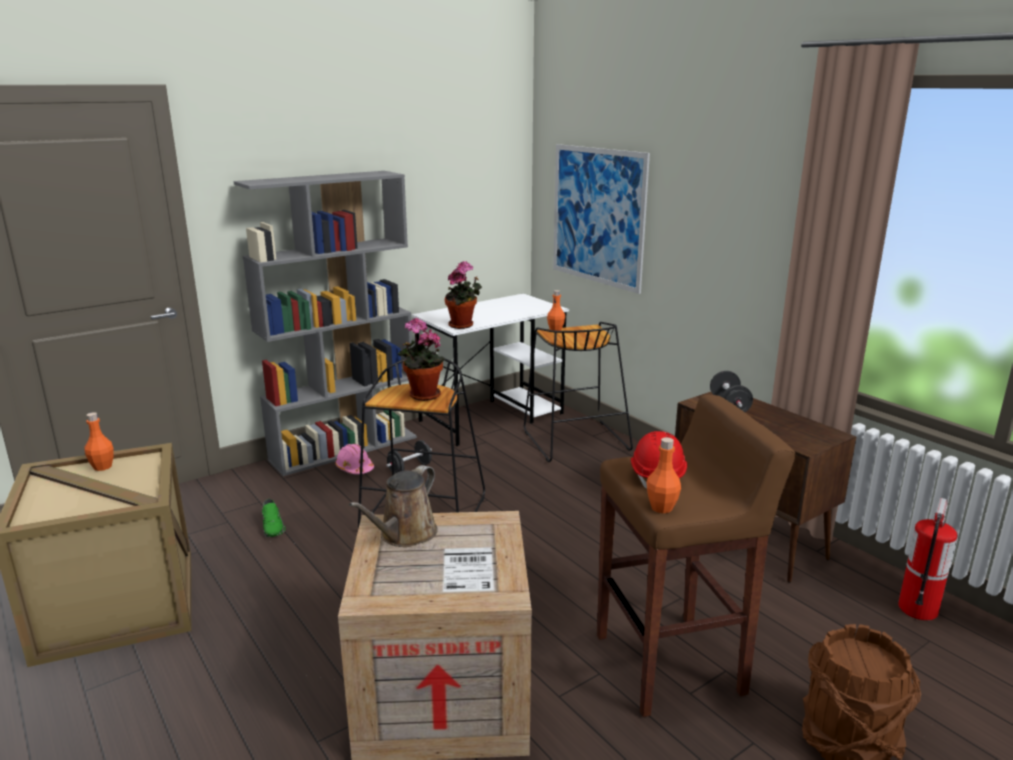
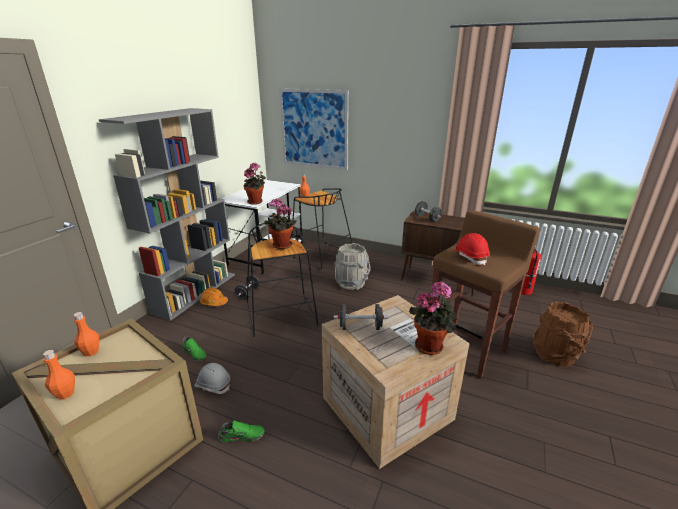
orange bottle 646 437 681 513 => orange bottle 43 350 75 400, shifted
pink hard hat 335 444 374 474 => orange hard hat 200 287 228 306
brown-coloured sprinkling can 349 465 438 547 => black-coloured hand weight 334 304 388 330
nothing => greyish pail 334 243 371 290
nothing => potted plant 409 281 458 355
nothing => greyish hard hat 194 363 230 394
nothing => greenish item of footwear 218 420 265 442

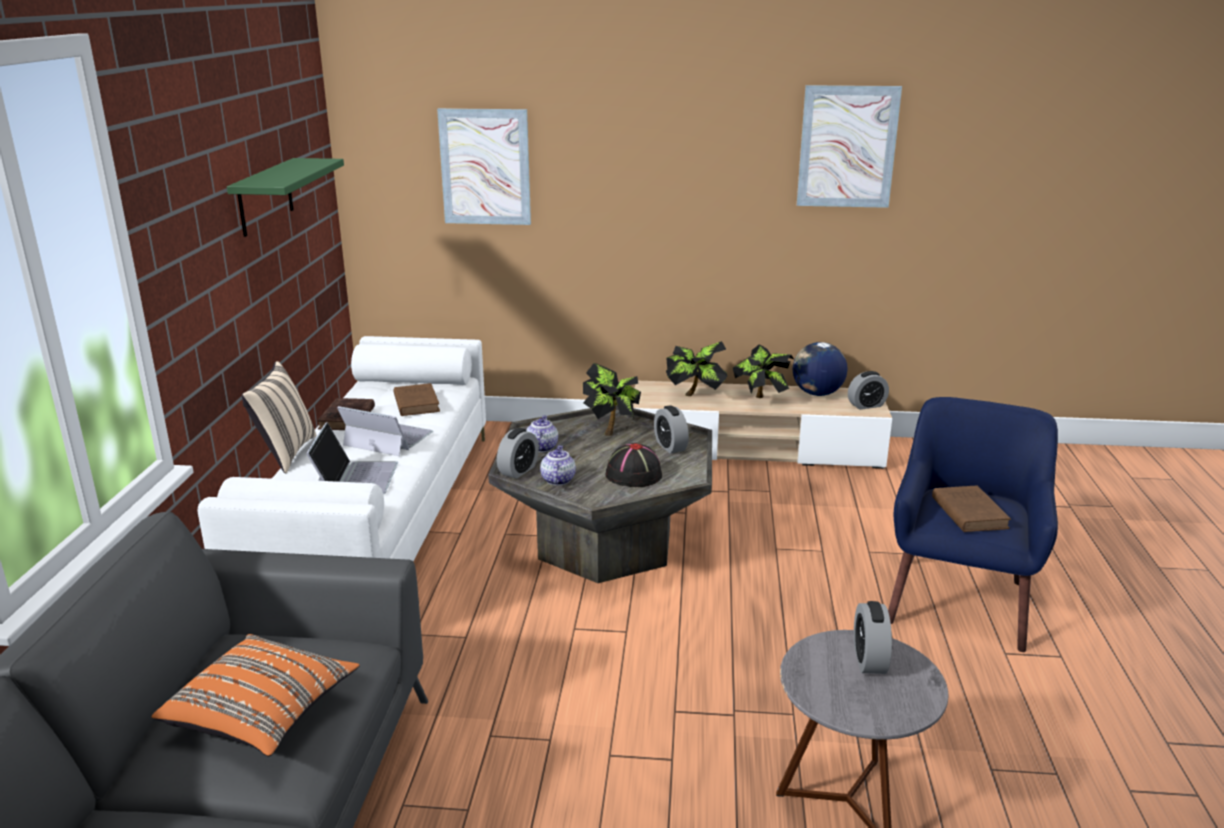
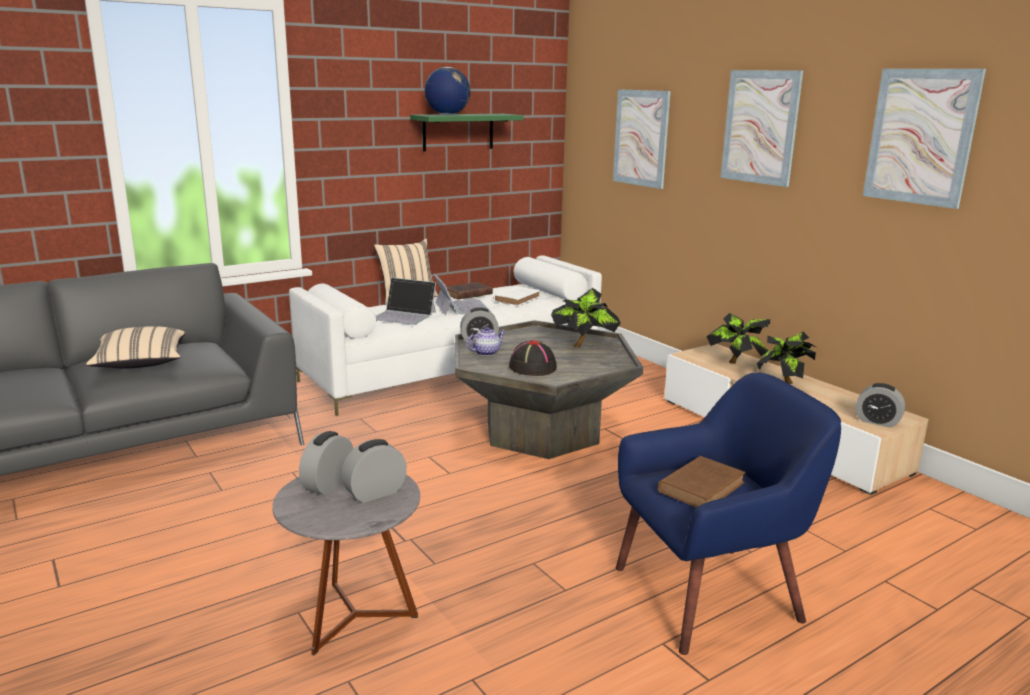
world globe 793 342 847 396 => world globe 424 67 470 115, shifted
brown-coloured book 394 383 440 416 => white book 494 286 540 306
bedside clock 654 405 689 454 => bedside clock 299 431 354 495, shifted
pot for tea 526 415 558 452 => nothing
portable computer 306 422 398 494 => portable computer 375 278 436 325, 60 degrees clockwise
orange cushion 152 634 360 757 => beige-coloured cushion 86 326 185 369
nothing => wall art 721 70 803 187

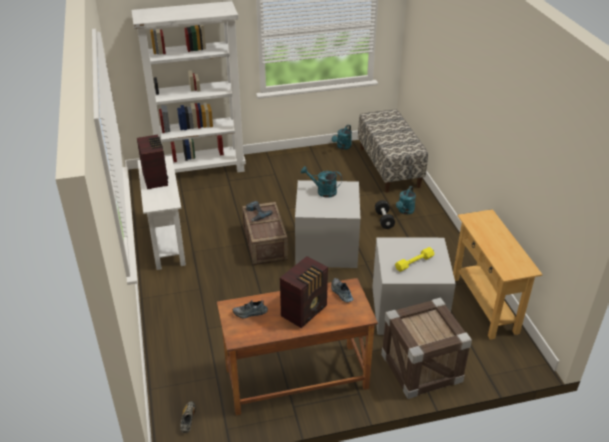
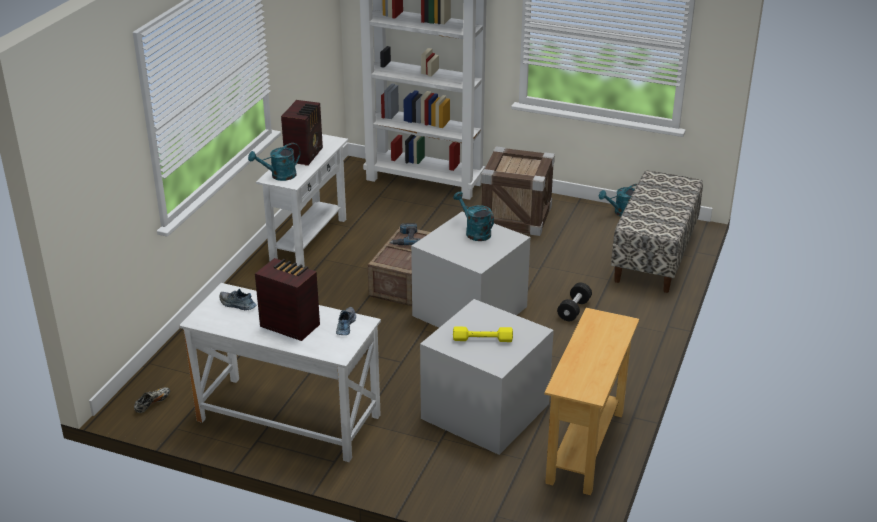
turquoise-coloured sprinkling can 396 186 416 214 => turquoise-coloured sprinkling can 248 143 301 181, shifted
radio receiver 280 256 328 328 => radio receiver 255 258 320 341, 135 degrees counterclockwise
brown-coloured desk 217 278 378 415 => white desk 179 283 381 462
shipping crate 381 297 472 399 => shipping crate 481 146 555 236, shifted

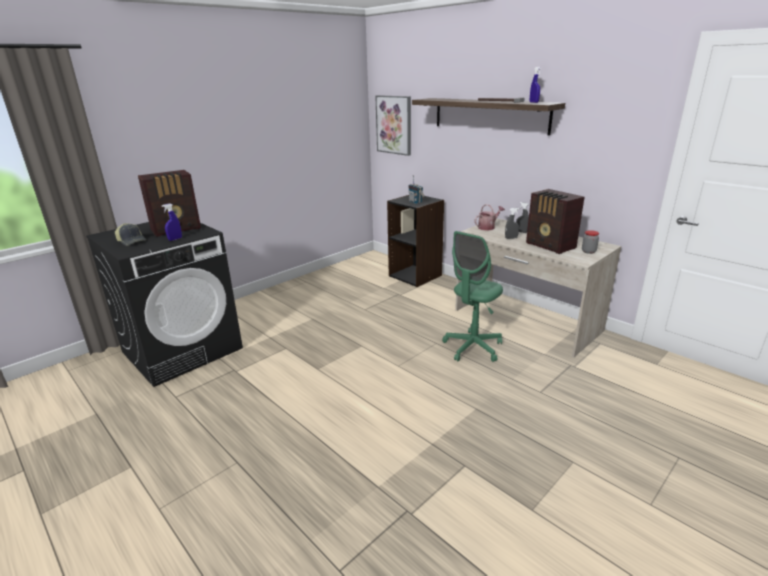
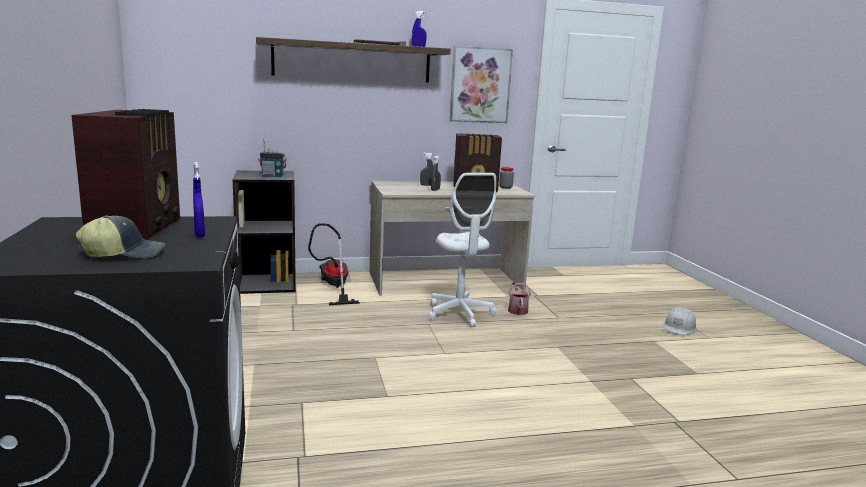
wall art 375 95 411 156 => wall art 450 46 513 123, shifted
sprinkling can 475 204 505 231 => sprinkling can 508 282 531 315, shifted
greenish desk chair 442 231 503 362 => white desk chair 428 173 497 327
nothing => hoover 308 223 360 305
nothing => white hard hat 664 306 697 335

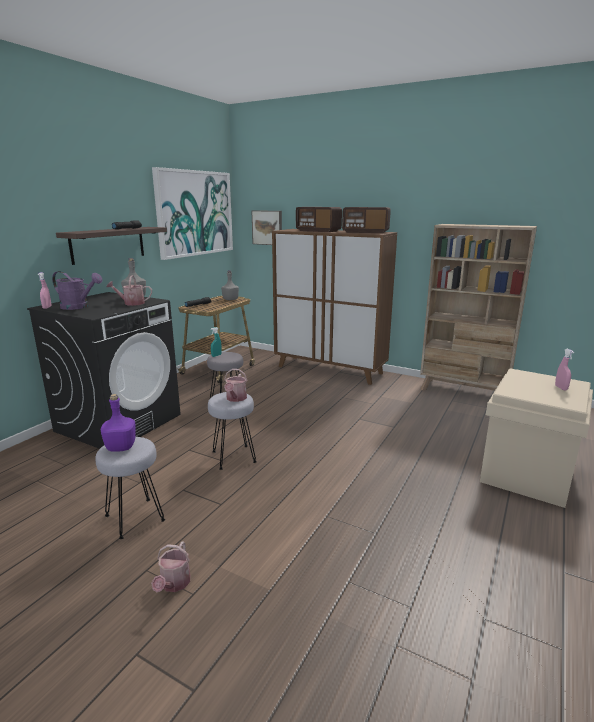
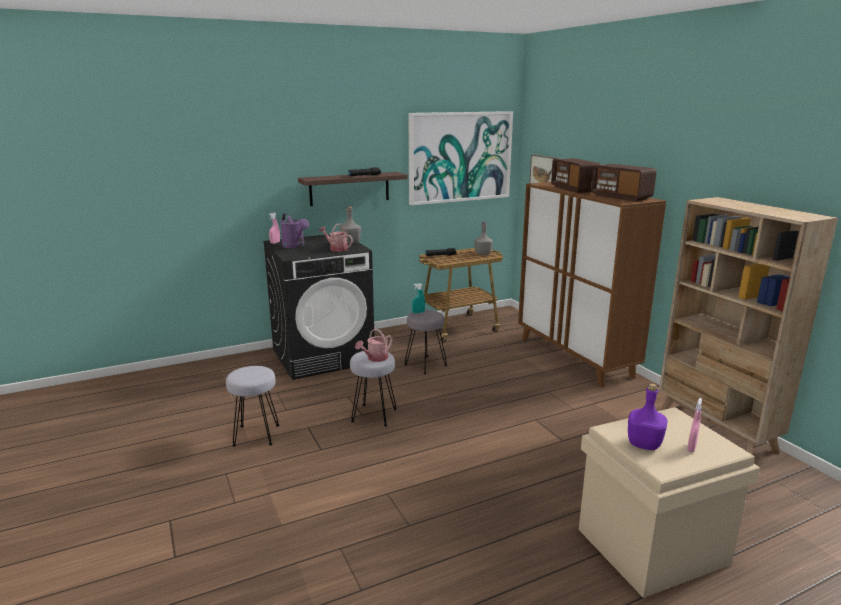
purple-coloured bottle 101 394 136 452 => purple-coloured bottle 628 383 668 450, shifted
sprinkling can 151 541 190 592 => nothing

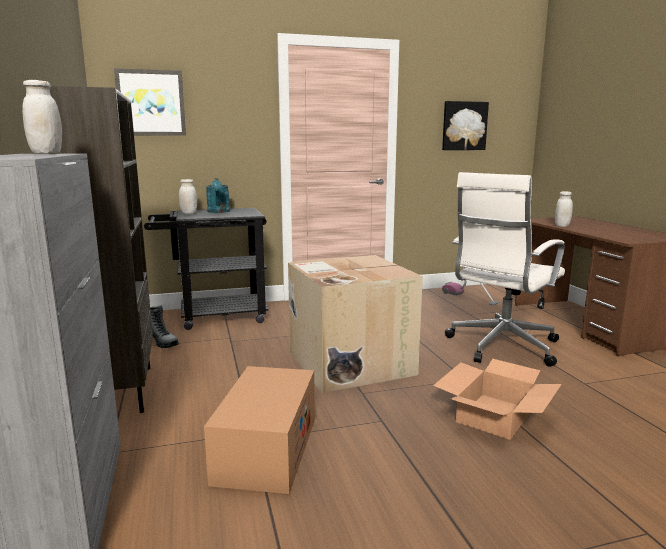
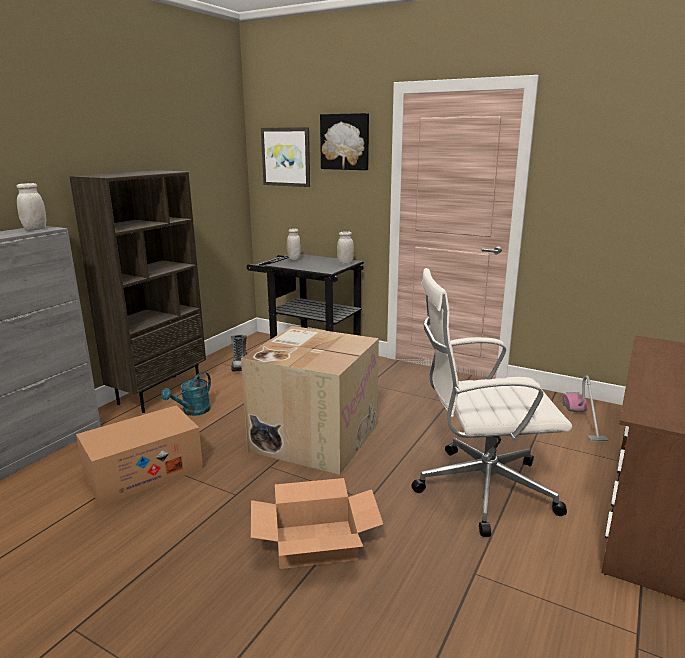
wall art 442 101 489 150 => wall art 320 113 369 170, shifted
turquoise-coloured sprinkling can 206 178 230 213 => turquoise-coloured sprinkling can 161 372 211 416, shifted
white preserve jar 555 191 573 227 => white preserve jar 337 231 354 264, shifted

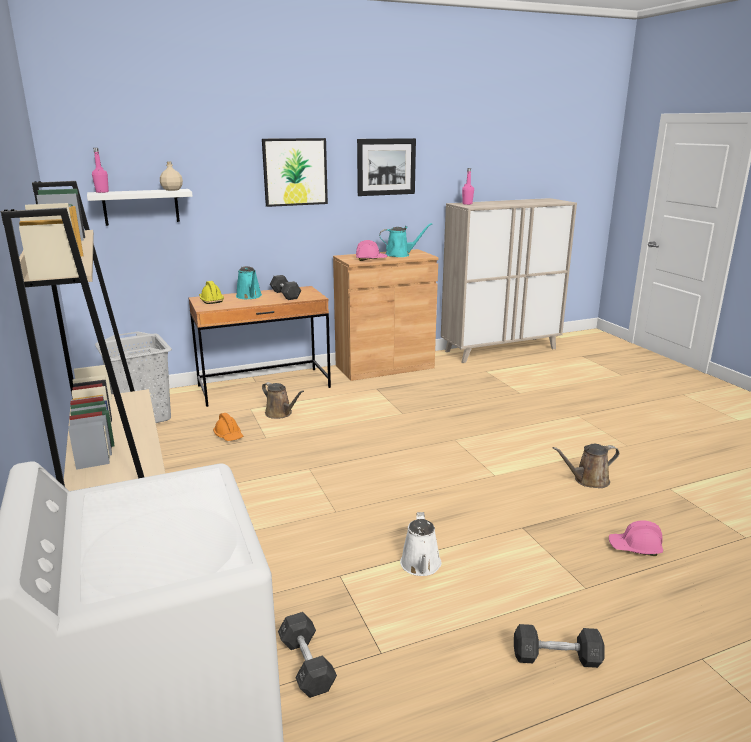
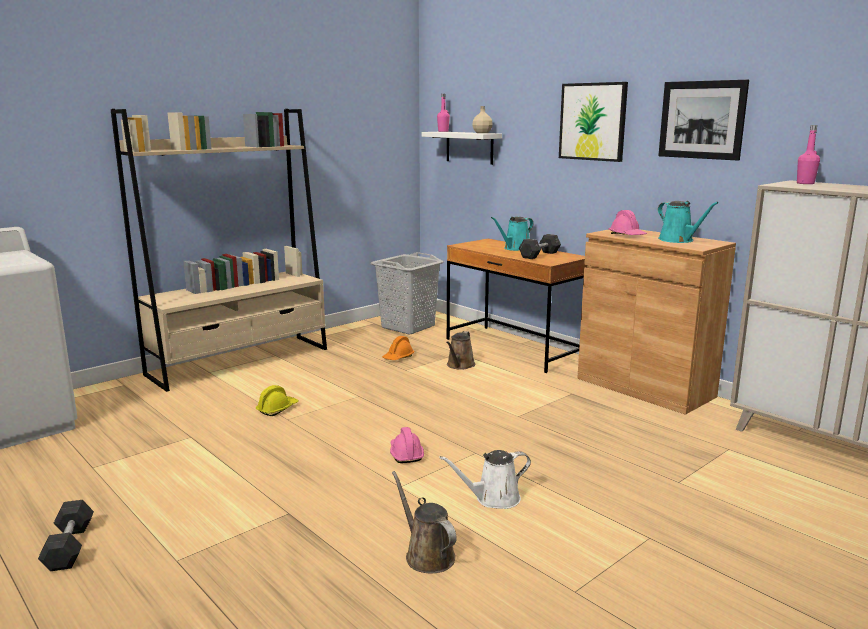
yellow hard hat 199 281 224 304 => yellow hard hat 256 385 299 416, shifted
white sprinkling can 400 512 442 576 => white sprinkling can 439 450 531 509, shifted
pink hard hat 609 521 663 556 => pink hard hat 390 427 424 463, shifted
greyish hand weight 278 612 337 698 => nothing

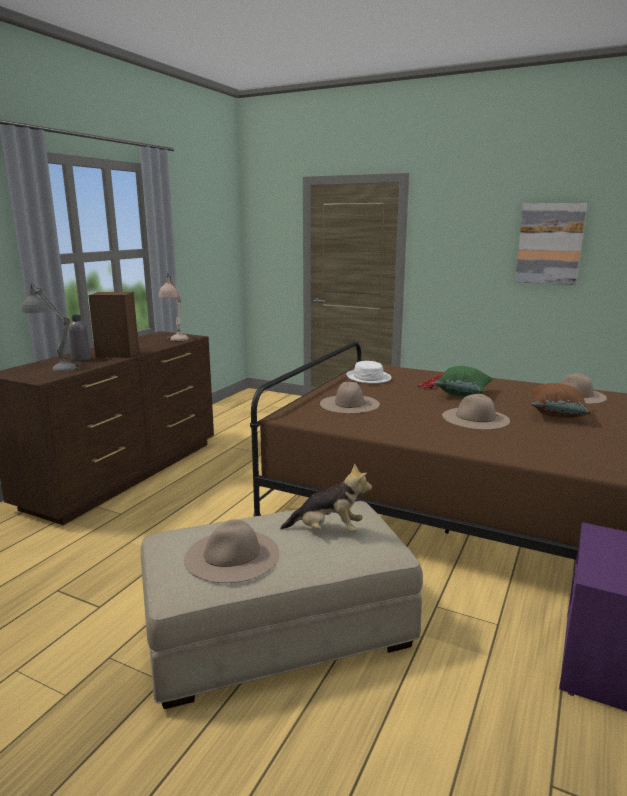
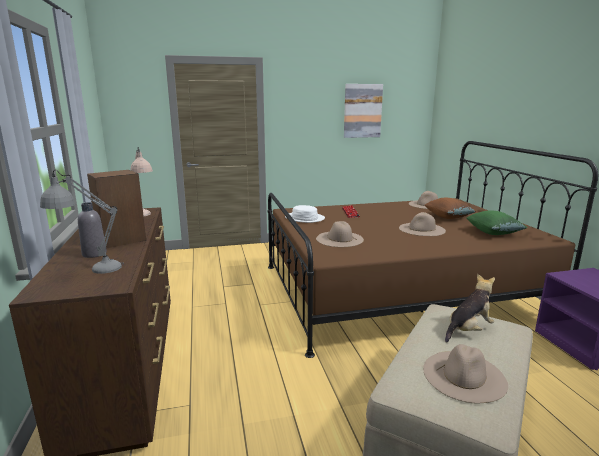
greenish cushion 434 366 493 396 => greenish cushion 466 210 527 235, shifted

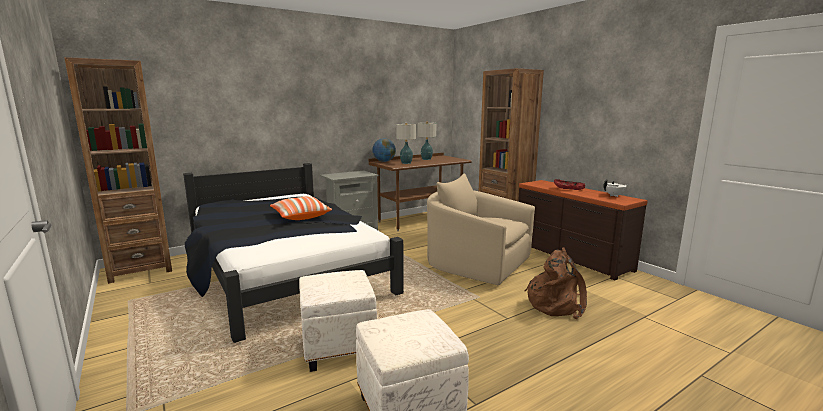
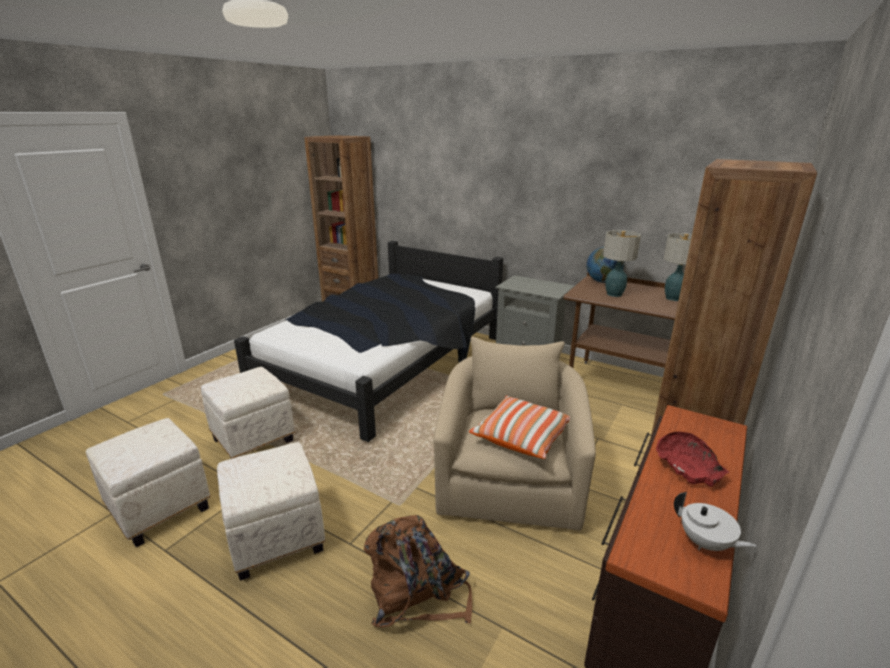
cushion 270 196 332 220 => cushion 469 396 570 459, shifted
nothing => white ottoman 217 442 325 581

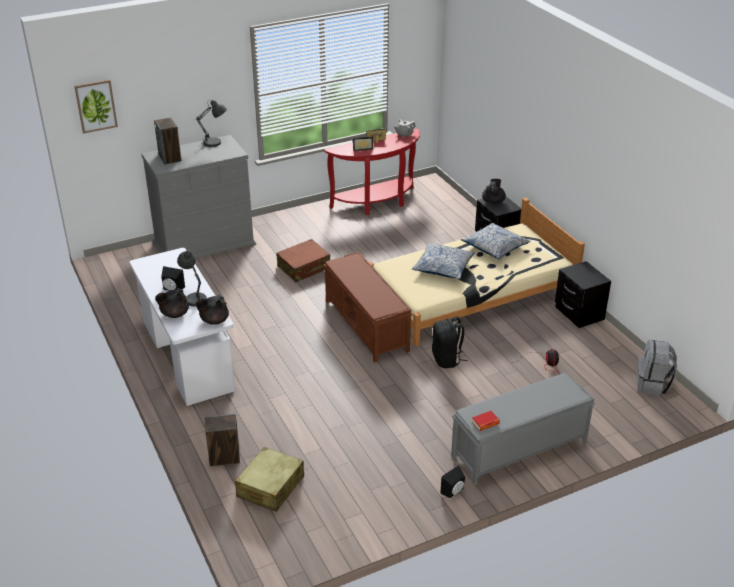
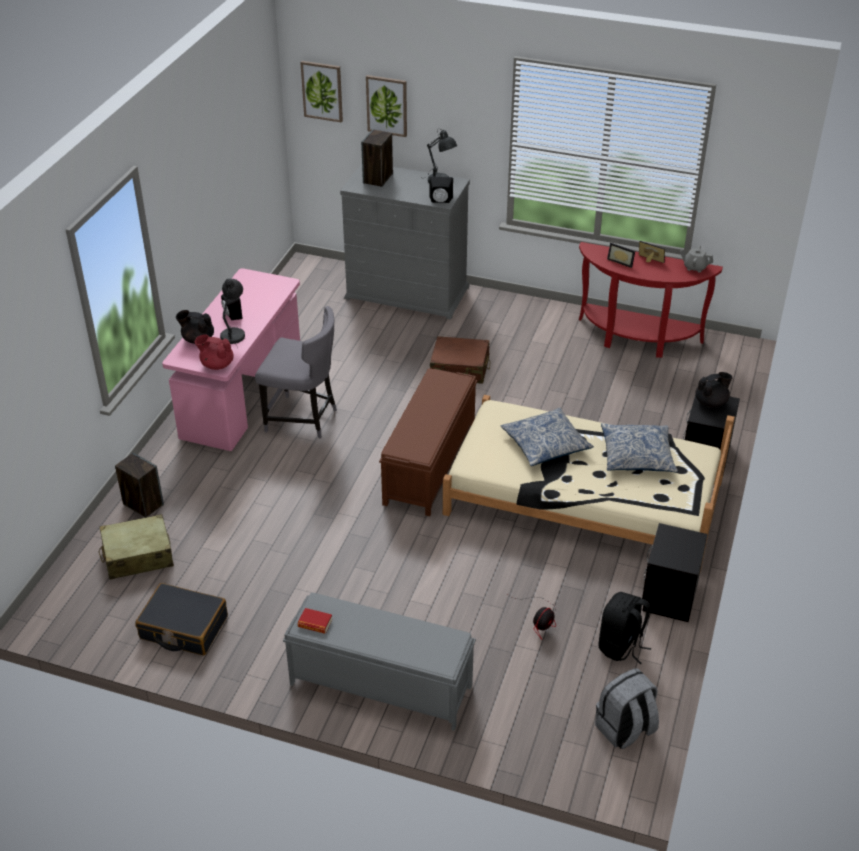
white desk 130 248 235 406 => pink desk 162 268 300 451
black-coloured pot for tea 196 295 229 325 => red pot for tea 195 334 234 370
black-coloured rucksack 432 316 467 368 => black-coloured rucksack 599 592 651 664, shifted
black-coloured speaker 440 465 465 498 => black-coloured speaker 429 177 453 203, shifted
nothing => wall art 366 75 407 137
nothing => greyish chair 255 306 337 439
nothing => black-coloured travel case 135 583 228 656

